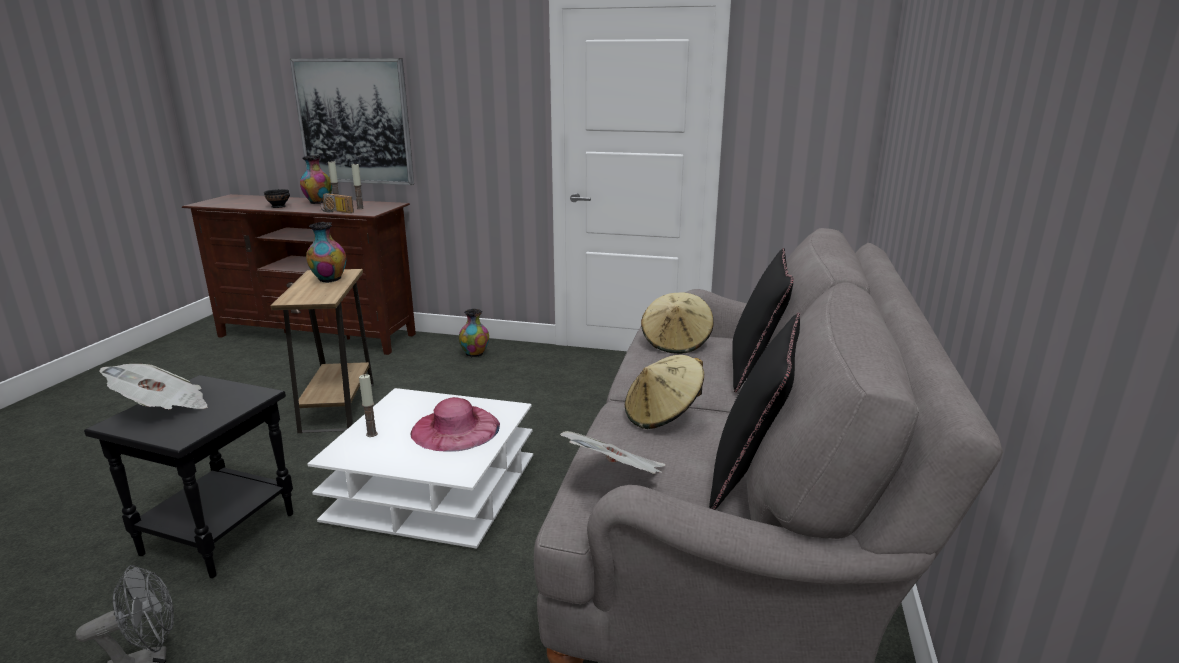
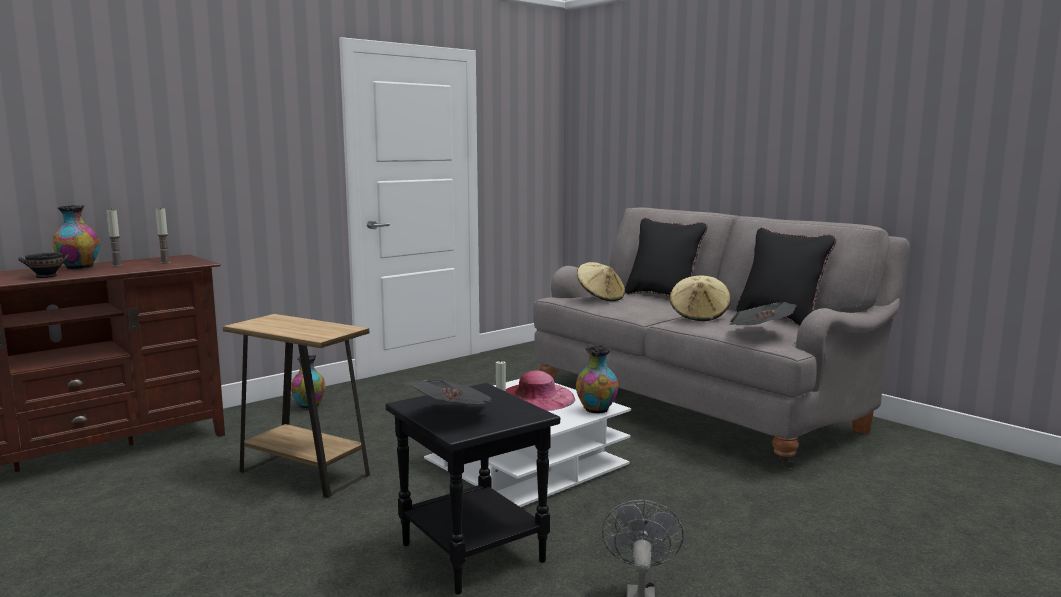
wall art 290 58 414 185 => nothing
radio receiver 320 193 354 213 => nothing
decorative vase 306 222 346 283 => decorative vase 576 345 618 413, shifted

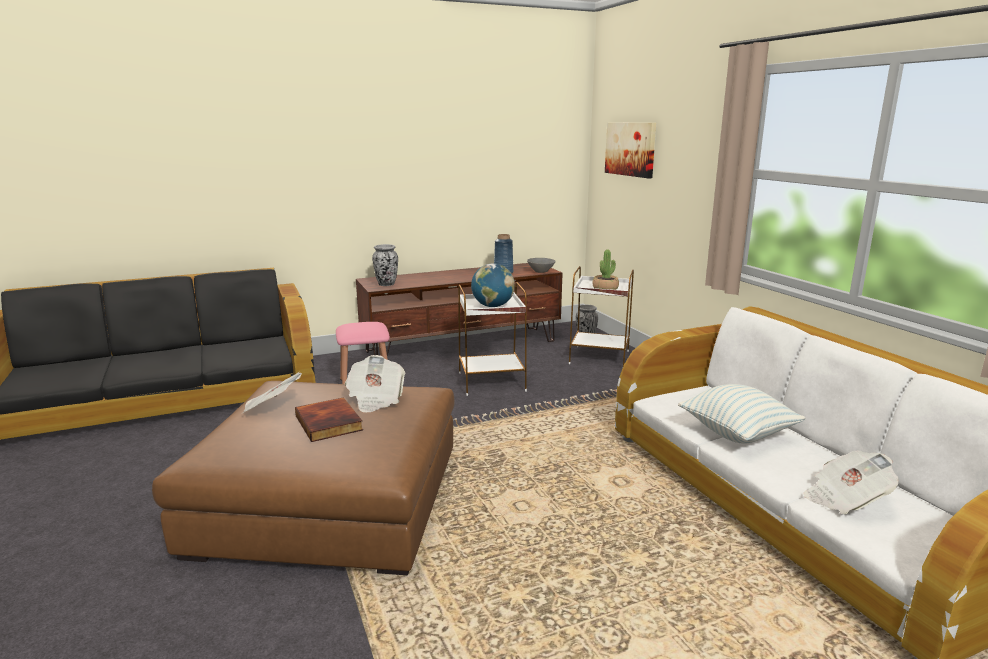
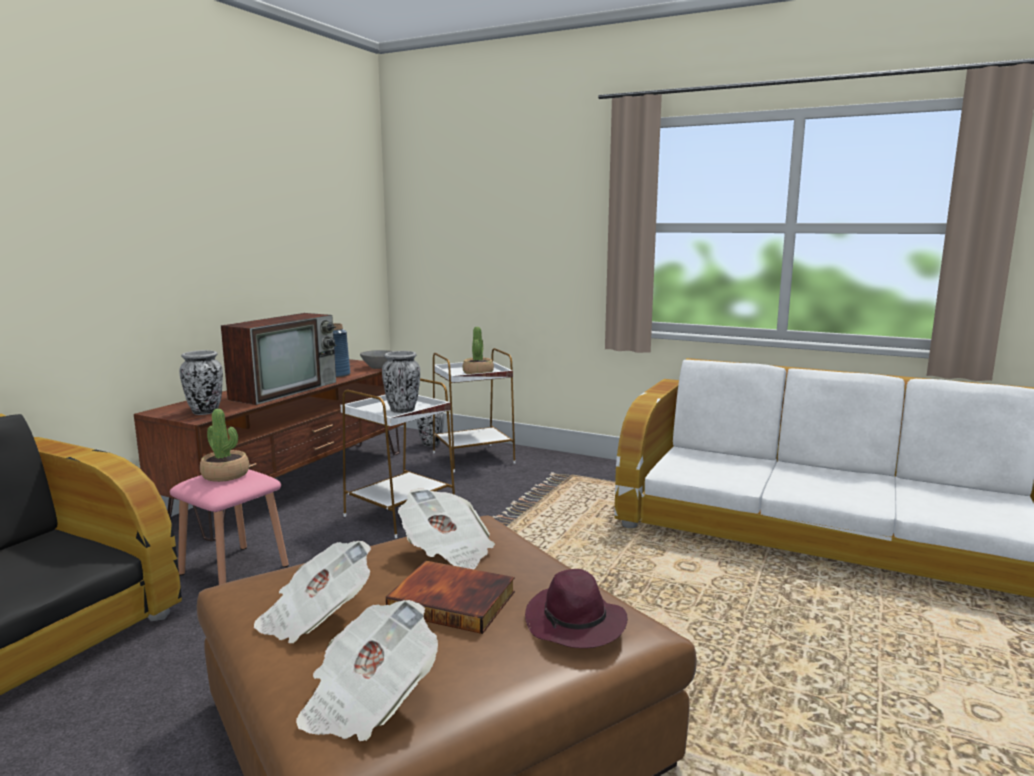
wall art 605 122 656 178 => nothing
world globe 471 263 515 307 => decorative vase 382 351 420 413
cushion 678 384 806 444 => nothing
printed paper 804 450 899 514 => printed paper 296 600 438 741, shifted
nothing => television 221 313 336 405
nothing => potted plant 200 409 249 482
nothing => purple-coloured clothing hat 525 569 628 648

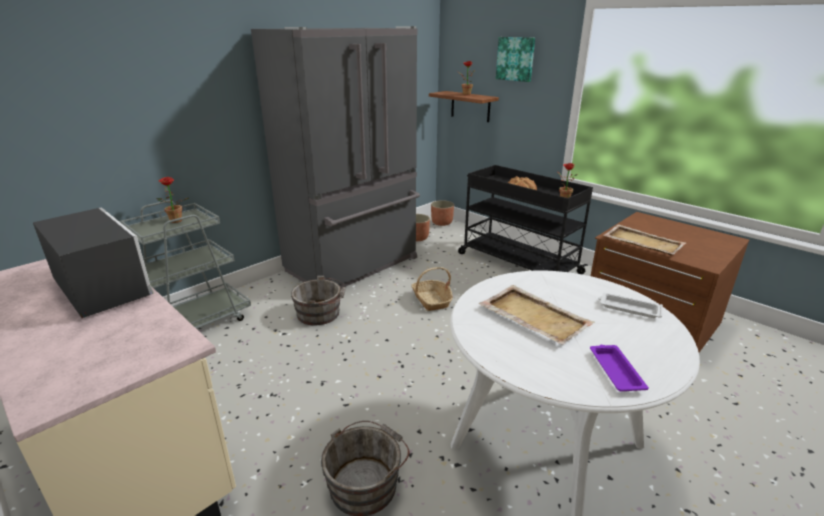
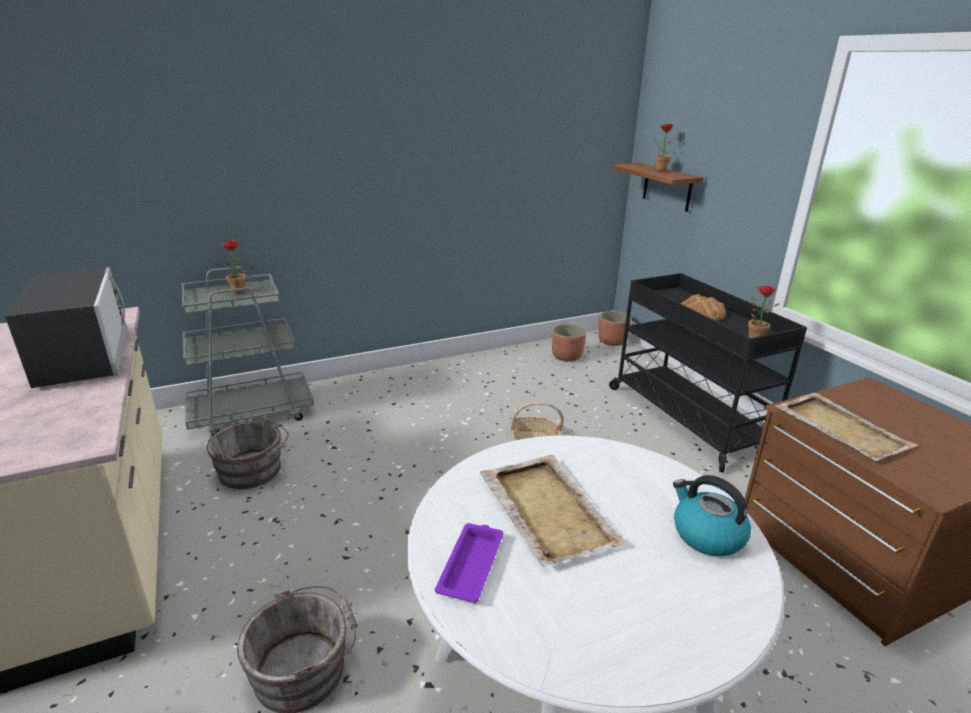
greyish refrigerator 251 26 420 289 => nothing
wall art 496 37 535 82 => nothing
greyish pail 291 276 346 325 => greyish pail 207 417 289 489, shifted
white serving tray 598 293 663 318 => tea kettle 673 475 751 557
purple-coloured serving tray 590 345 649 391 => purple-coloured serving tray 435 523 503 603, shifted

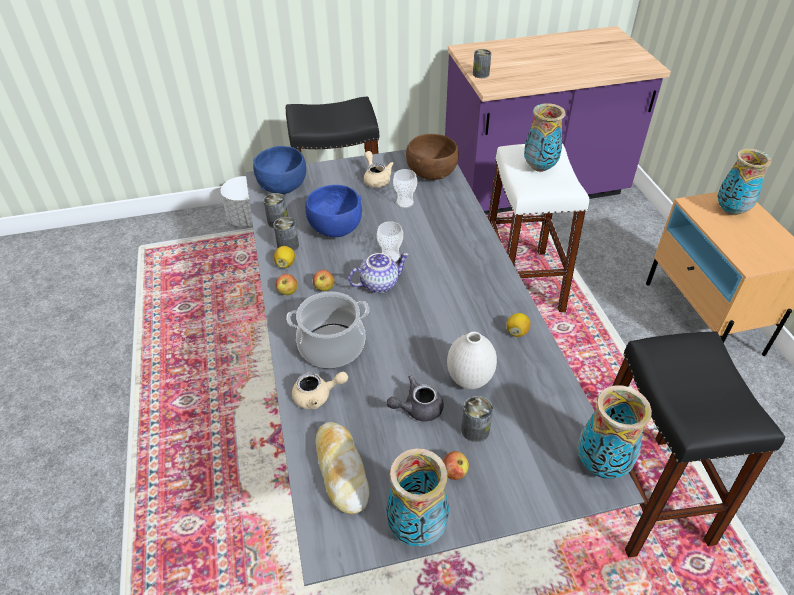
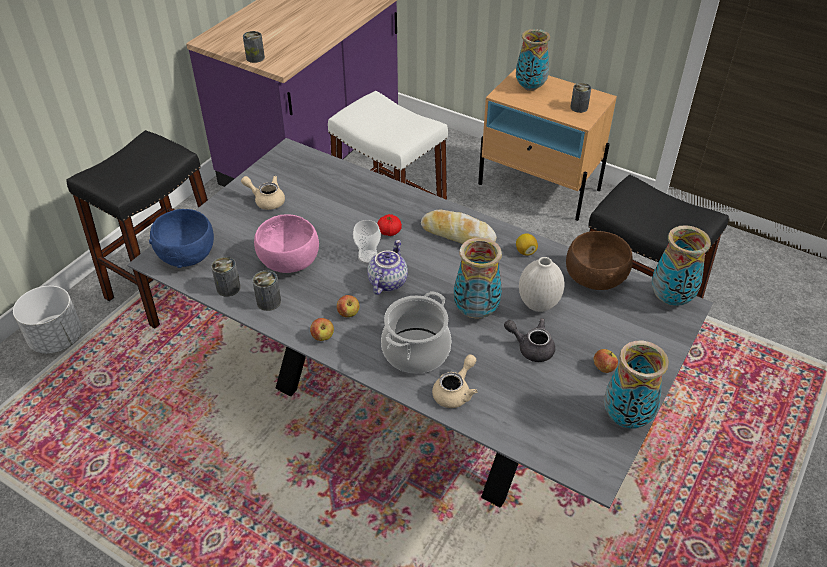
decorative vase 524 103 566 172 => decorative vase 454 237 502 318, shifted
brown-coloured serving bowl 406 134 459 180 => brown-coloured serving bowl 566 231 633 290, shifted
drinking cup 393 169 417 208 => nothing
blue serving bowl 305 185 362 237 => pink serving bowl 254 214 319 273
lemon 274 246 295 268 => nothing
greyish pot for tea 387 376 444 422 => greyish pot for tea 504 318 555 362, 90 degrees clockwise
metal can 461 396 493 442 => metal can 571 83 591 113, shifted
baked bread 315 422 369 514 => baked bread 421 210 497 244, shifted
nothing => fresh tomato 377 214 402 236

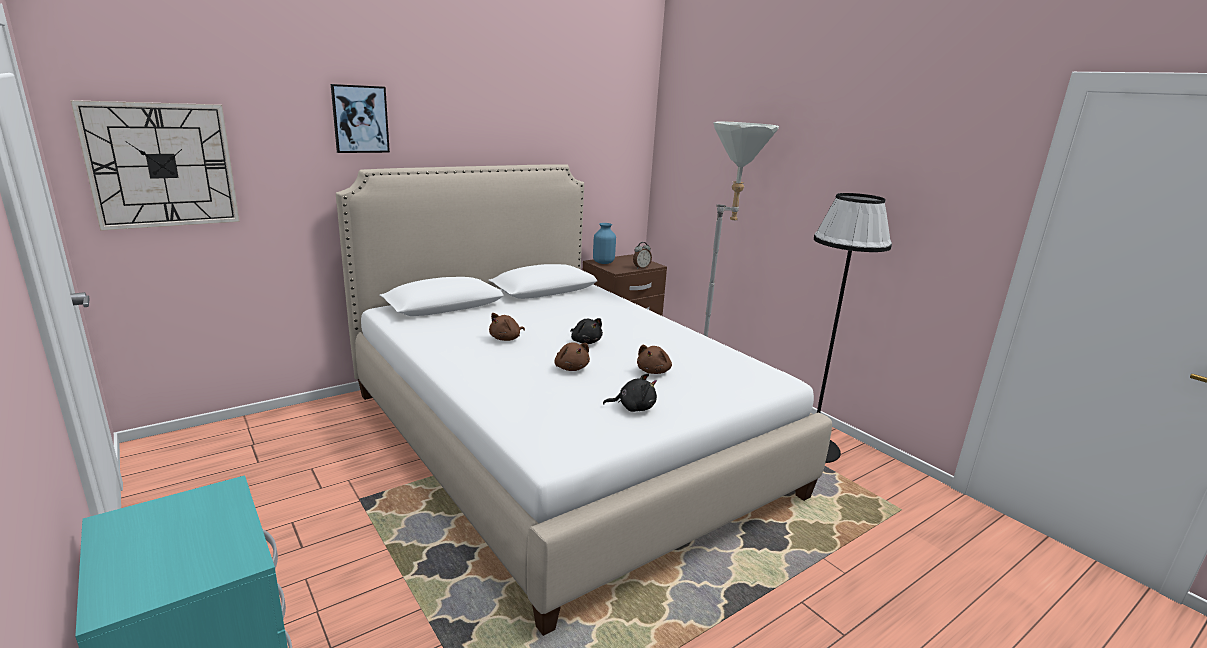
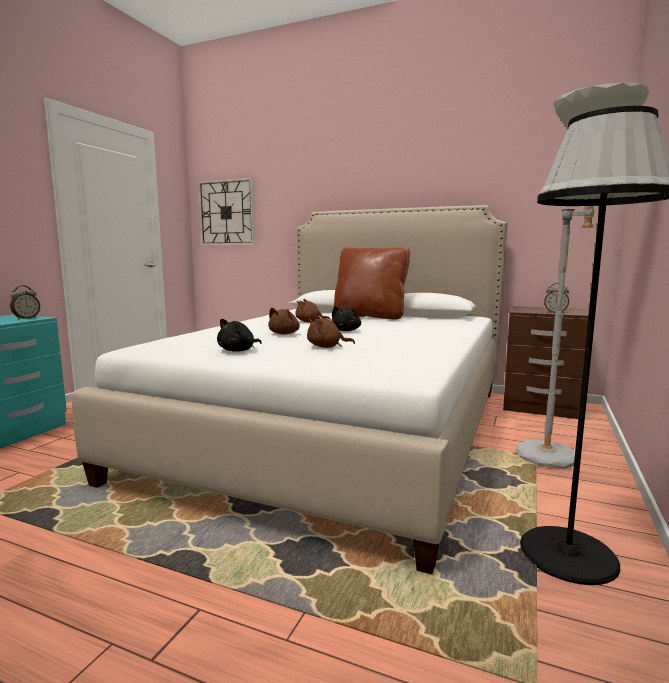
wall art 331 84 390 153 => nothing
blue decorative vase 593 223 616 264 => nothing
black-coloured soft toy 603 373 657 412 => black-coloured soft toy 217 319 262 352, 75 degrees clockwise
nothing => brown-coloured cushion 334 247 410 320
nothing => bedside clock 10 285 40 319

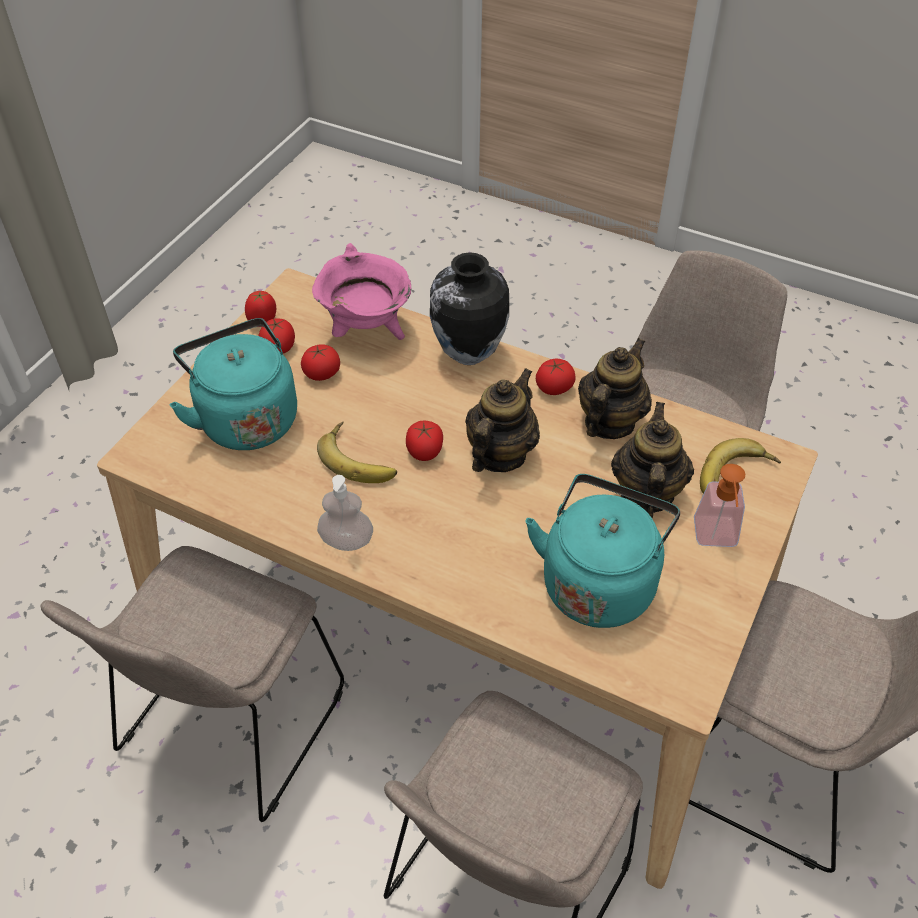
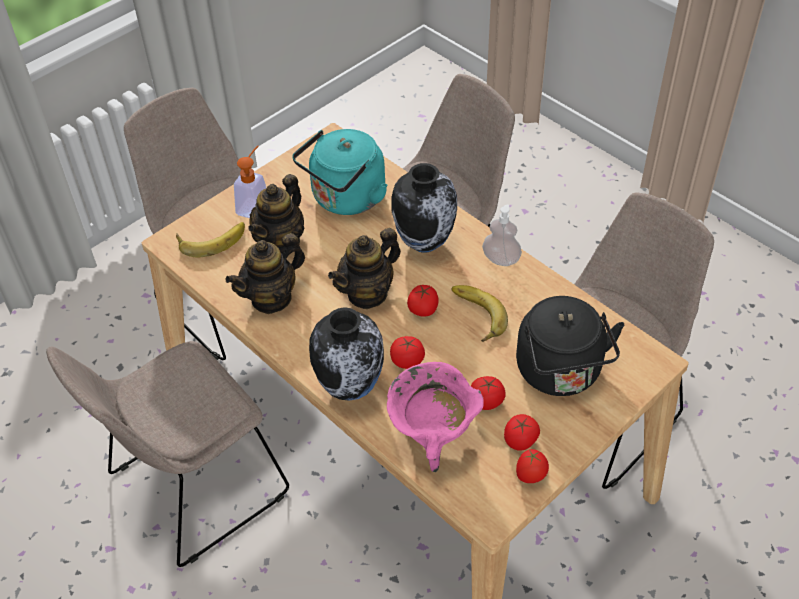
turquoise-coloured tea kettle 169 318 297 450 => black-coloured tea kettle 516 296 625 396
fresh tomato 536 359 576 395 => fresh tomato 390 336 425 369, shifted
nothing => decorative vase 391 163 457 253

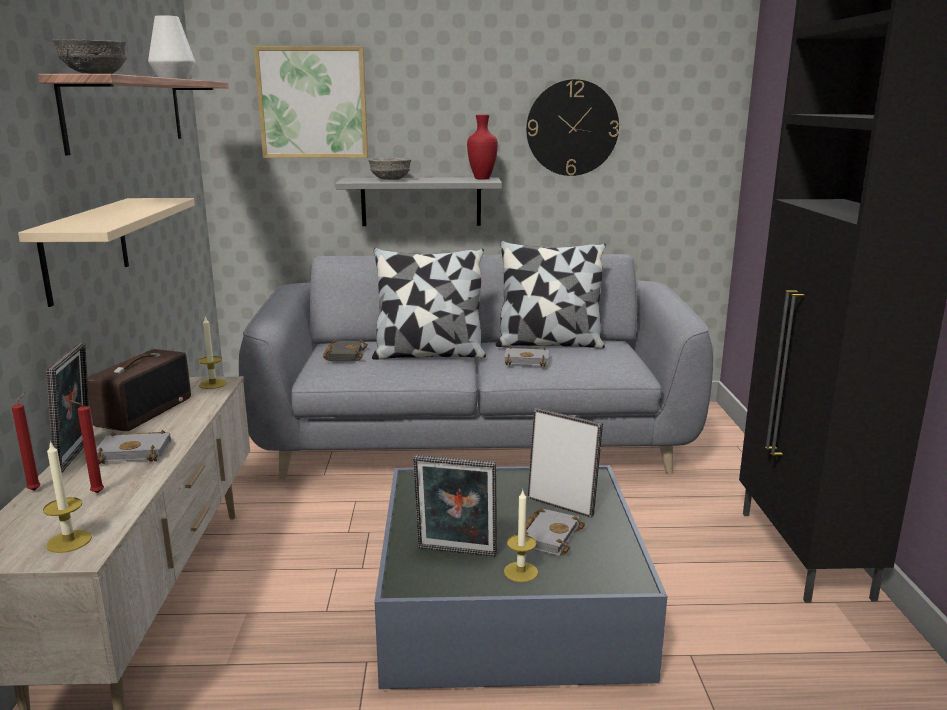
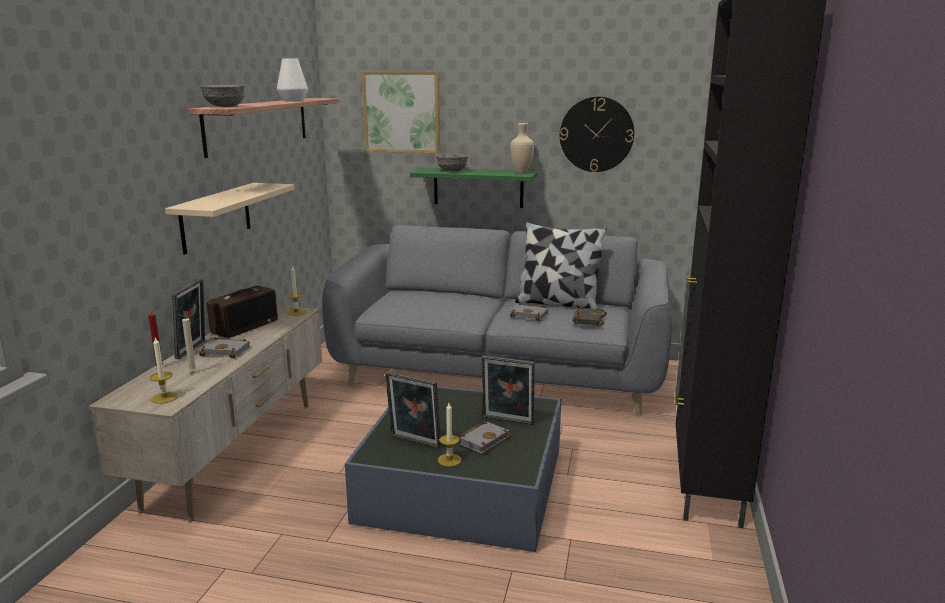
red decorative vase 467 115 498 180 => beige-coloured decorative vase 510 123 534 173
greyish wall shelf 335 177 502 226 => greenish wall shelf 410 167 538 208
cushion 372 248 486 360 => nothing
black-coloured book 323 340 368 361 => black-coloured book 572 307 607 326, shifted
red candle 70 400 104 493 => beige-coloured candle 178 314 197 373
photo frame 527 408 603 518 => photo frame 482 355 535 425, 150 degrees clockwise

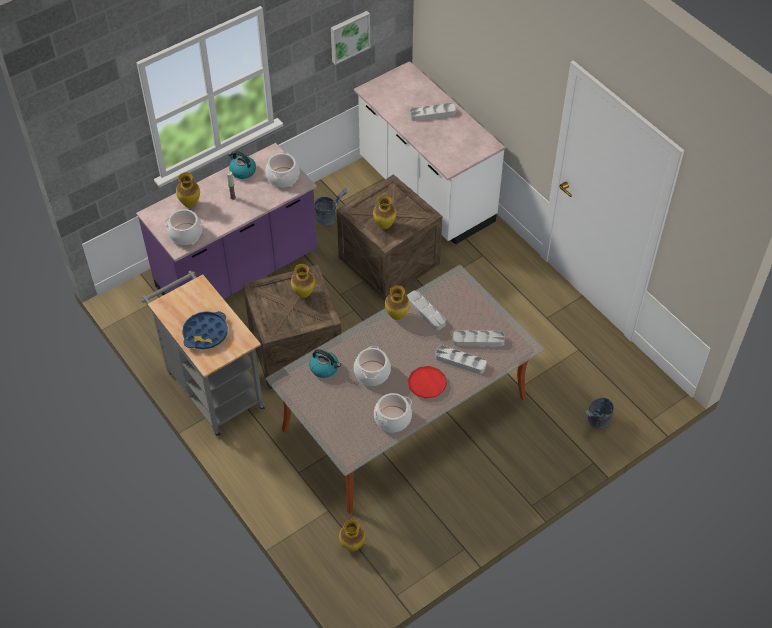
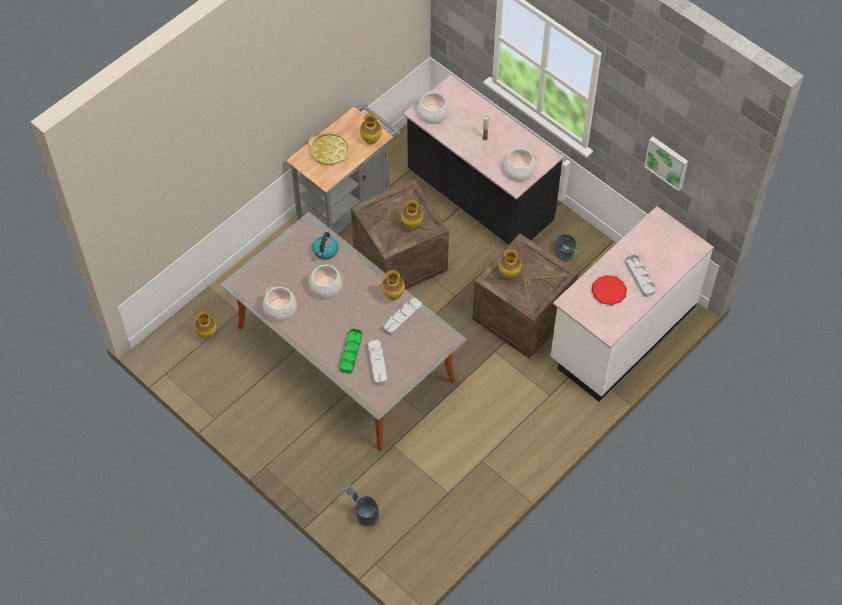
purple-coloured counter 136 143 317 299 => black-coloured counter 403 75 563 245
tea kettle 228 151 256 179 => nothing
decorative vase 176 172 200 208 => decorative vase 360 113 382 145, shifted
blue serving tray 182 311 228 349 => yellow serving tray 309 133 350 165
greyish serving tray 435 345 487 374 => greenish serving tray 340 329 362 373
red dinner plate 408 366 447 399 => red dinner plate 591 275 627 305, shifted

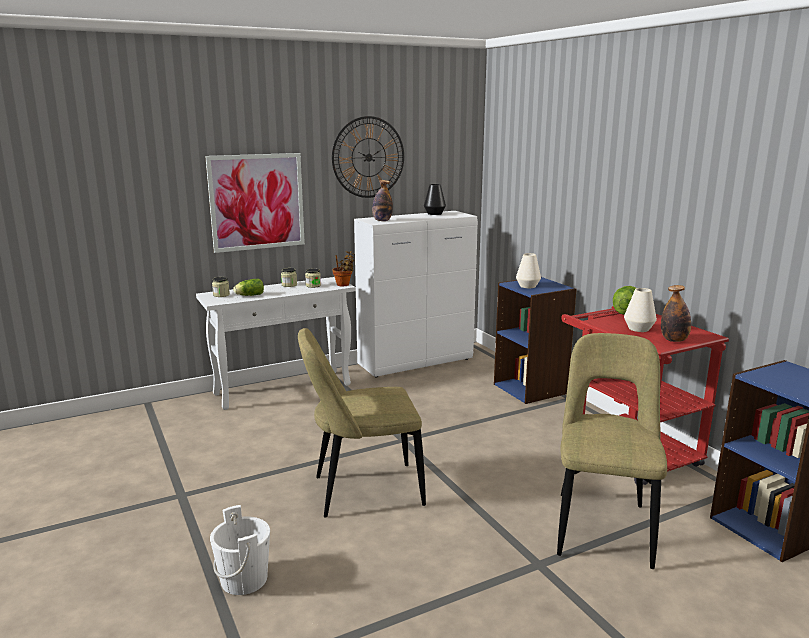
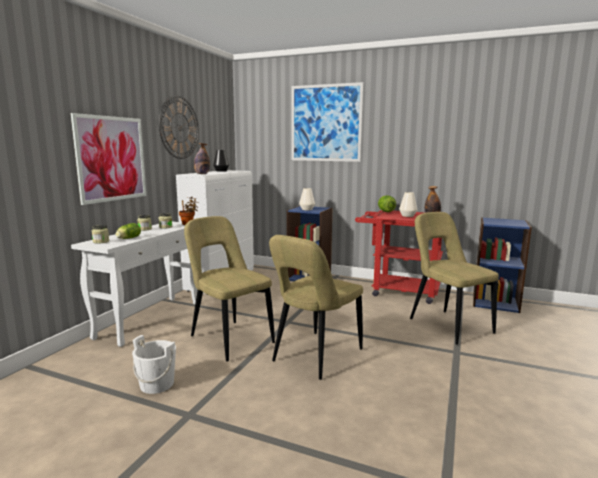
white pail 210 505 270 595 => white pail 132 335 176 394, shifted
nothing => wall art 291 82 364 162
nothing => beige-coloured chair 184 216 275 362

